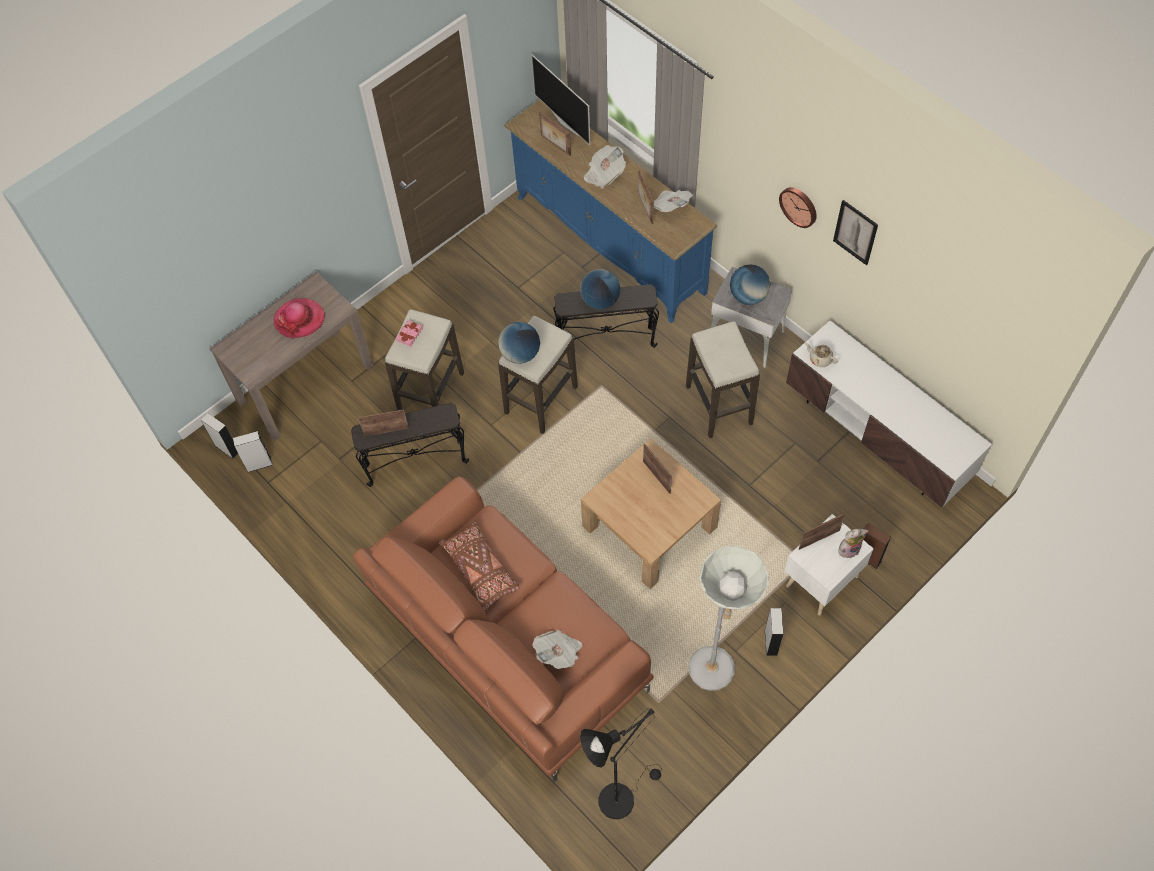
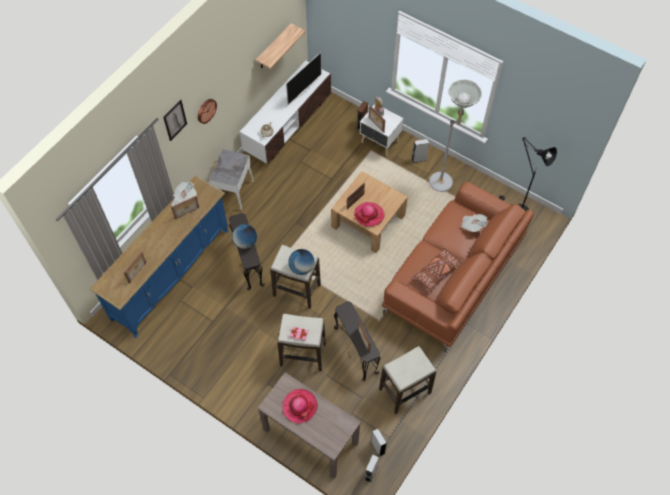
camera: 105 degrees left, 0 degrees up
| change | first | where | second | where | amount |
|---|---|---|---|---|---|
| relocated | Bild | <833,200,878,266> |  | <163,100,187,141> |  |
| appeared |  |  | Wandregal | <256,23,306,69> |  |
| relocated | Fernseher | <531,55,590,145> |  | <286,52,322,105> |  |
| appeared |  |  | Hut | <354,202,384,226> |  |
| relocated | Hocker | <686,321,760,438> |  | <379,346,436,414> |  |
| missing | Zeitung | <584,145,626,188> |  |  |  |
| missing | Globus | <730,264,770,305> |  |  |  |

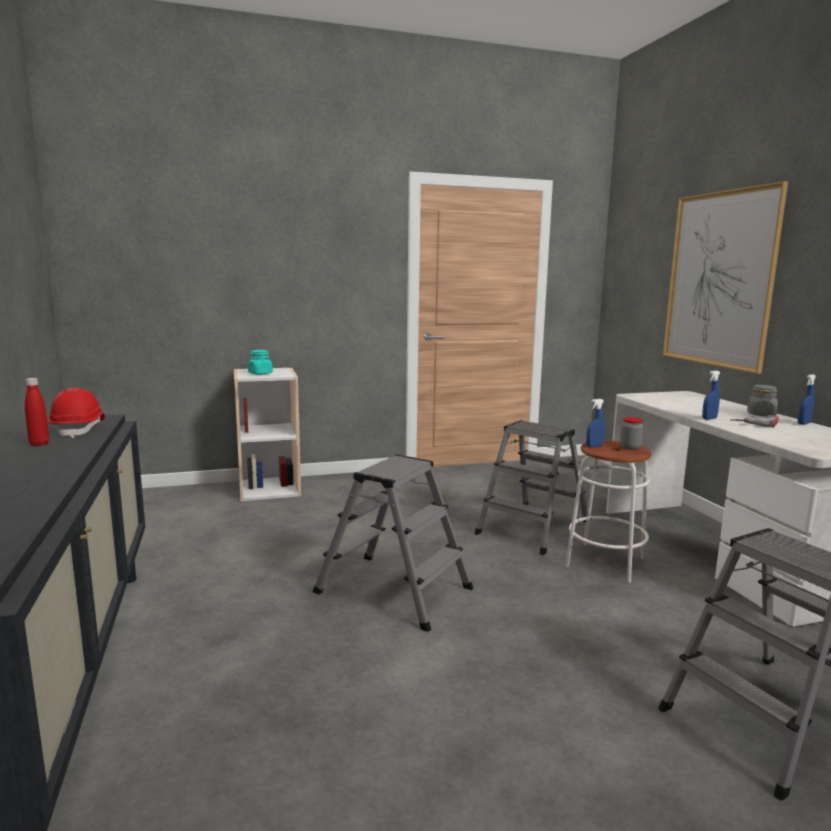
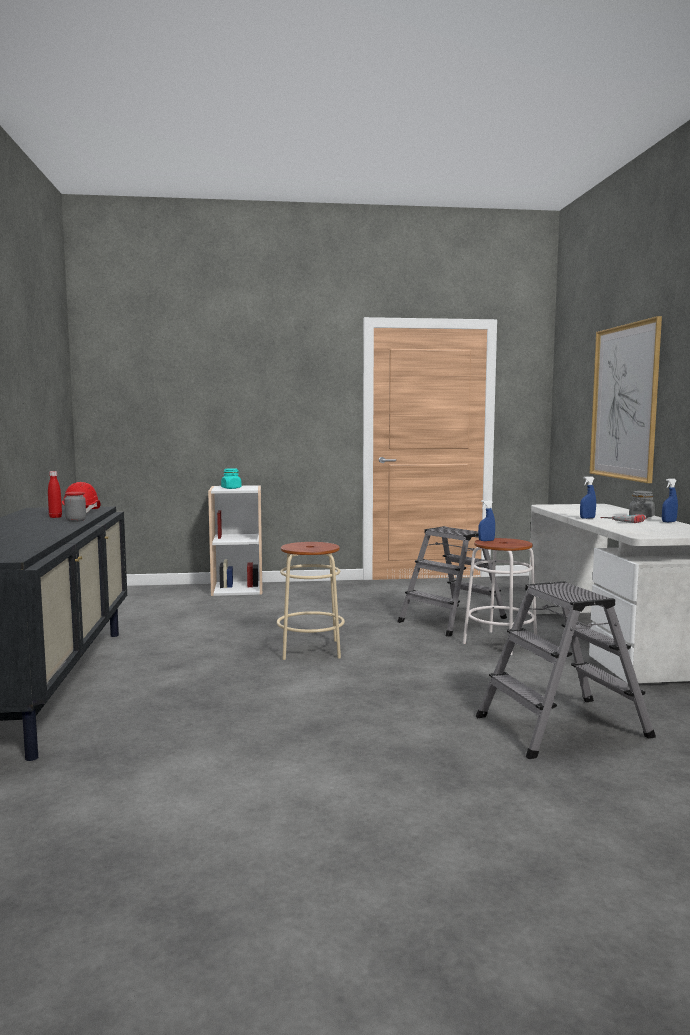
camera: 10 degrees right, 5 degrees down
| change | first | where | second | where | amount |
|---|---|---|---|---|---|
| relocated | Vorratsglas | <620,417,643,450> |  | <64,492,86,522> |  |
| exchanged | Trittleiter (grau) | <313,454,473,632> | Hocker (beige) | <277,542,345,660> |  |

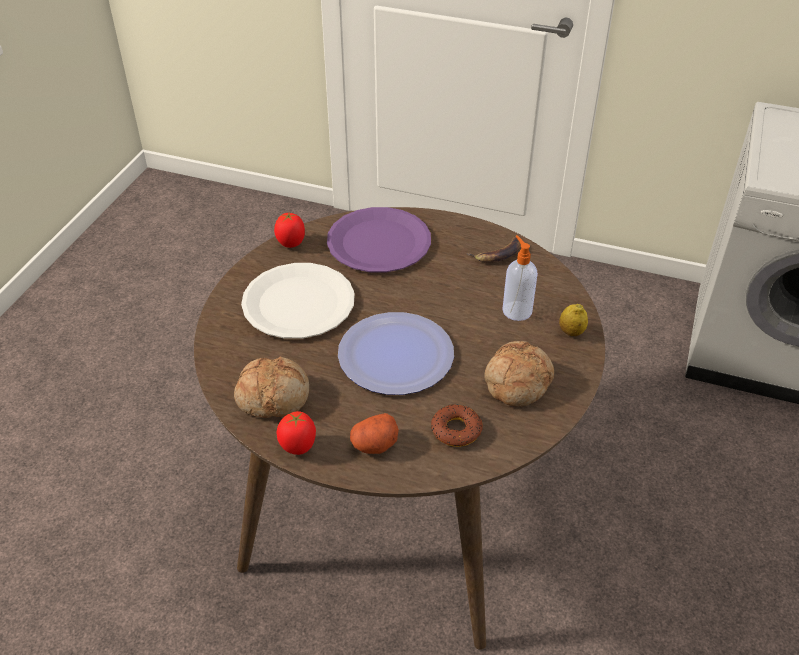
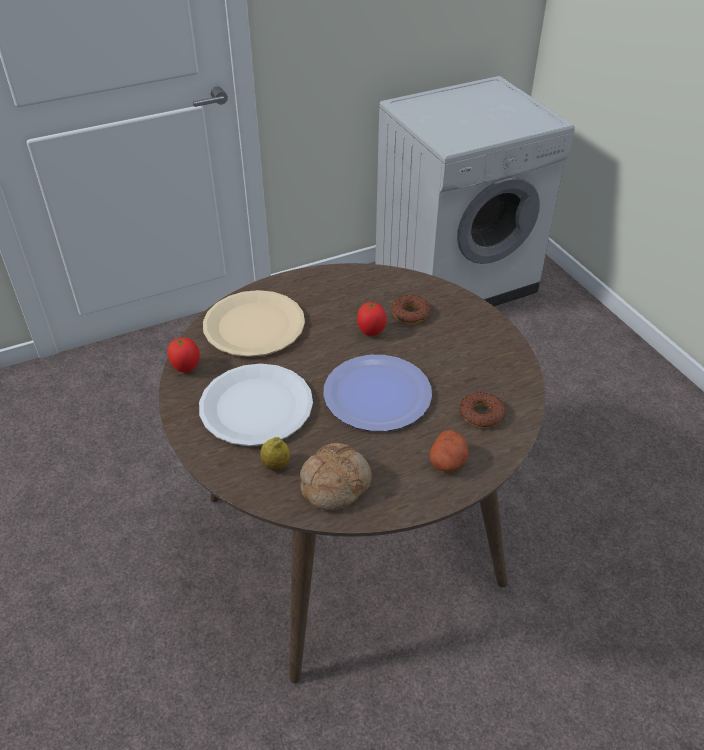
camera: 45 degrees left, 0 degrees up
| change | first | where | second | where | amount |
|---|---|---|---|---|---|
| colour | Teller (lila) | <327,207,431,272> | Teller (beige) | <203,290,305,357> |  |
| relocated | Zitrone | <559,304,588,336> |  | <260,437,290,471> |  |
| relocated | Tomate | <276,411,316,455> |  | <357,301,386,336> |  |
| exchanged | Seifenspender | <502,235,538,321> | Donut | <391,295,431,324> |  |
| missing | Banane | <466,236,521,262> |  |  |  |
| missing | Brot | <485,341,554,406> |  |  |  |

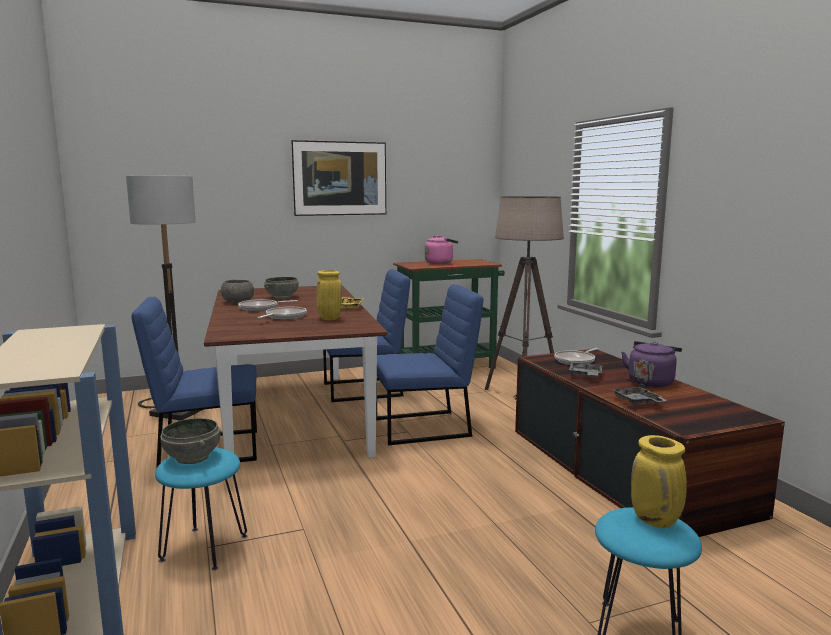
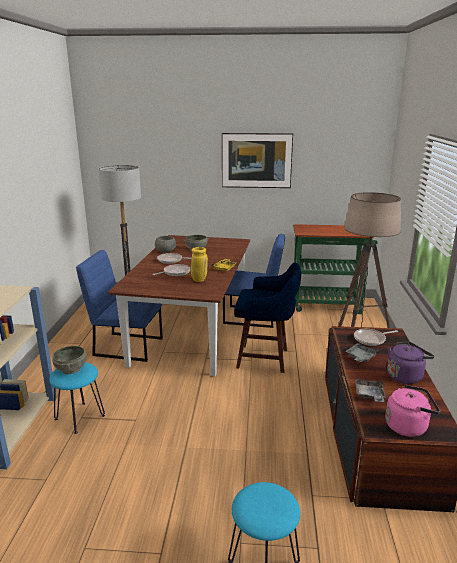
camera: 25 degrees right, 10 degrees up
| change | first | where | second | where | amount |
|---|---|---|---|---|---|
| exchanged | Stuhl (blau) | <376,284,483,445> | Hocker (blau) | <234,263,301,373> |  |
| relocated | Wasserkessel (rosa) | <425,235,458,264> |  | <385,385,440,437> |  |
| missing | Vase (gelb) | <631,435,687,529> |  |  |  |

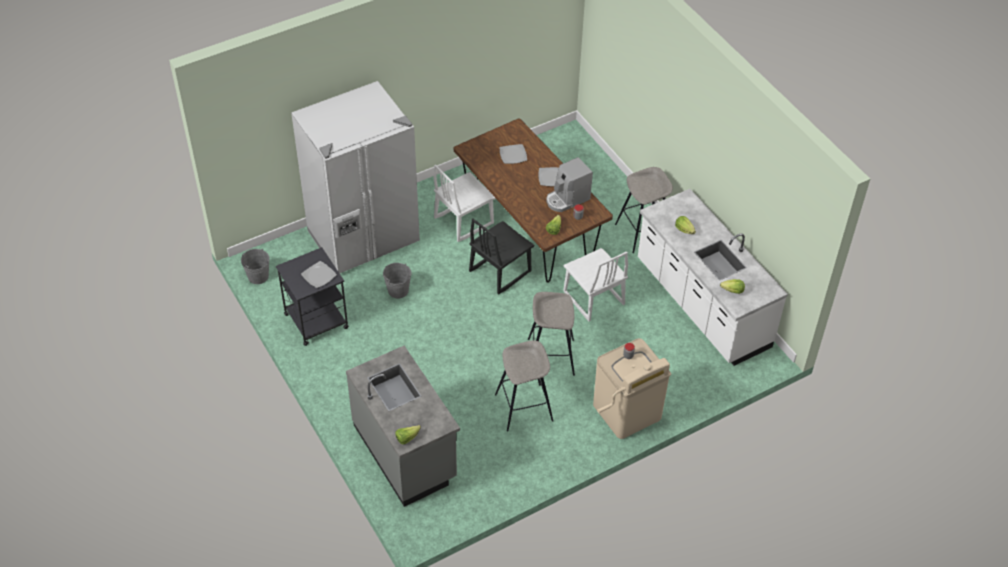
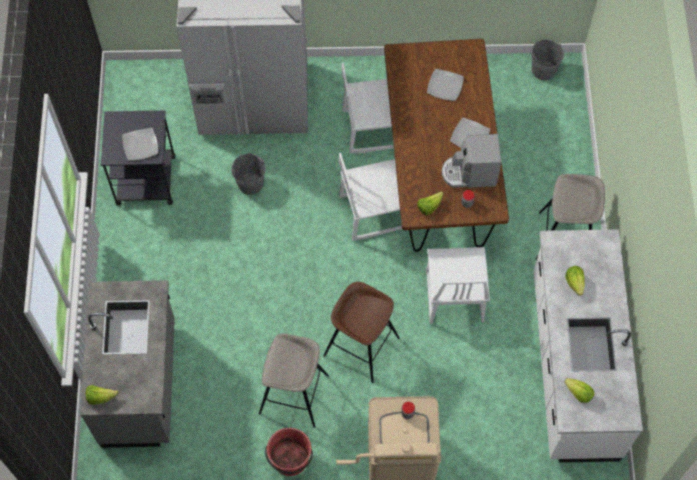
camera: 30 degrees right, 15 degrees up
| change | first | where | second | where | amount |
|---|---|---|---|---|---|
| appeared |  |  | Eimer (rot) | <265,428,313,476> |  |
| colour | Hocker (grau) | <528,292,575,376> | Hocker (braun) | <324,282,400,383> |  |
| colour | Stuhl (schwarz) | <469,218,534,294> | Stuhl (weiß) | <339,153,402,241> |  |
| relocated | Eimer (grau) | <241,249,270,284> |  | <531,39,564,80> |  |

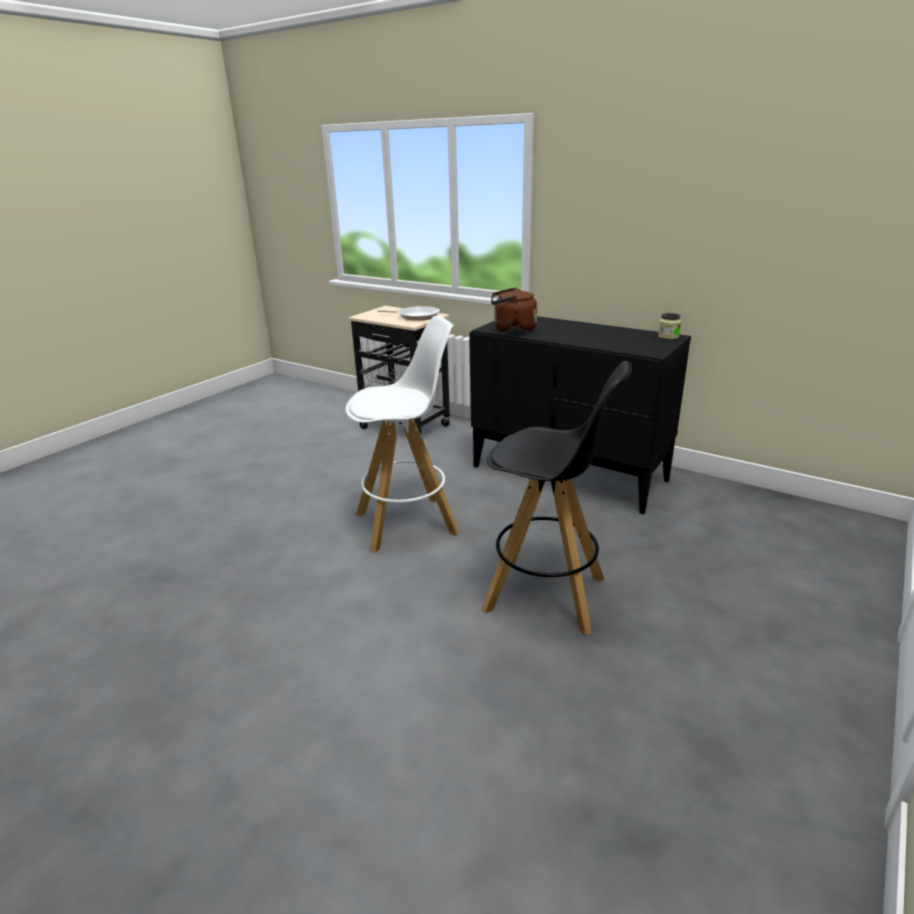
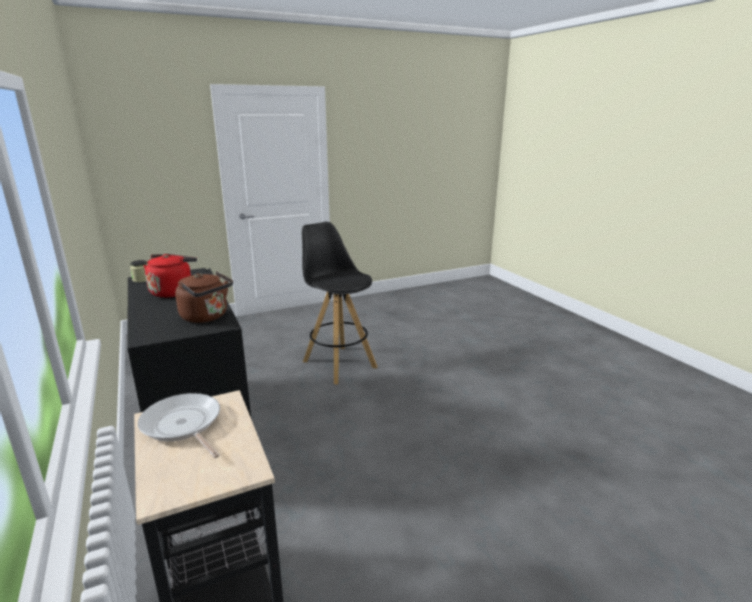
camera: 150 degrees left, 5 degrees down
| change | first | where | second | where | amount |
|---|---|---|---|---|---|
| appeared |  |  | Wasserkessel (rot) | <143,254,197,298> |  |
| missing | Hocker (weiß) | <346,316,460,553> |  |  |  |

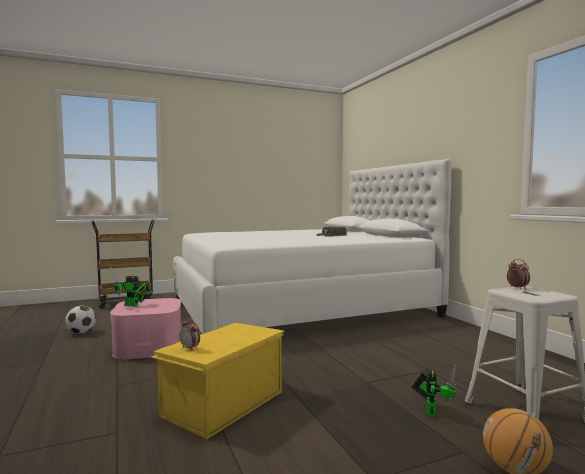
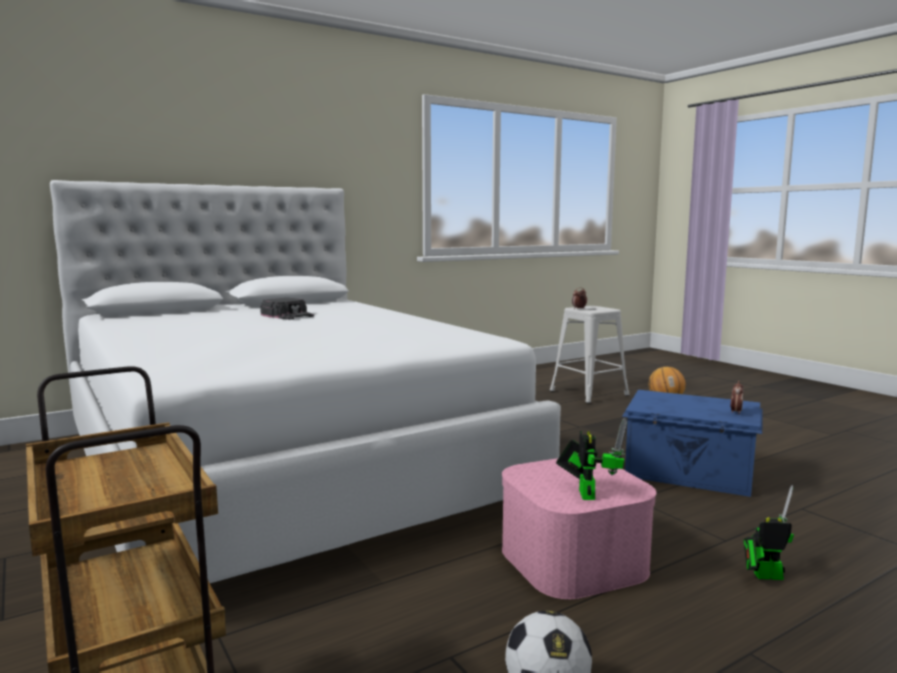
camera: 100 degrees left, 5 degrees up
| change | first | where | second | where | amount |
|---|---|---|---|---|---|
| colour | Aufbewahrungsbox (gelb) | <151,323,284,439> | Aufbewahrungsbox (blau) | <622,390,763,497> |  |
| relocated | Spielzeugroboter | <411,363,457,417> |  | <743,485,794,580> |  |

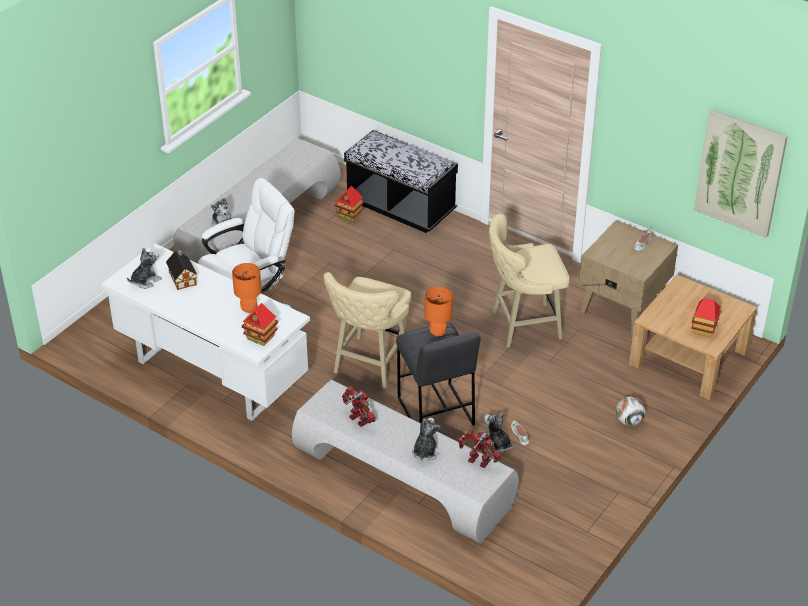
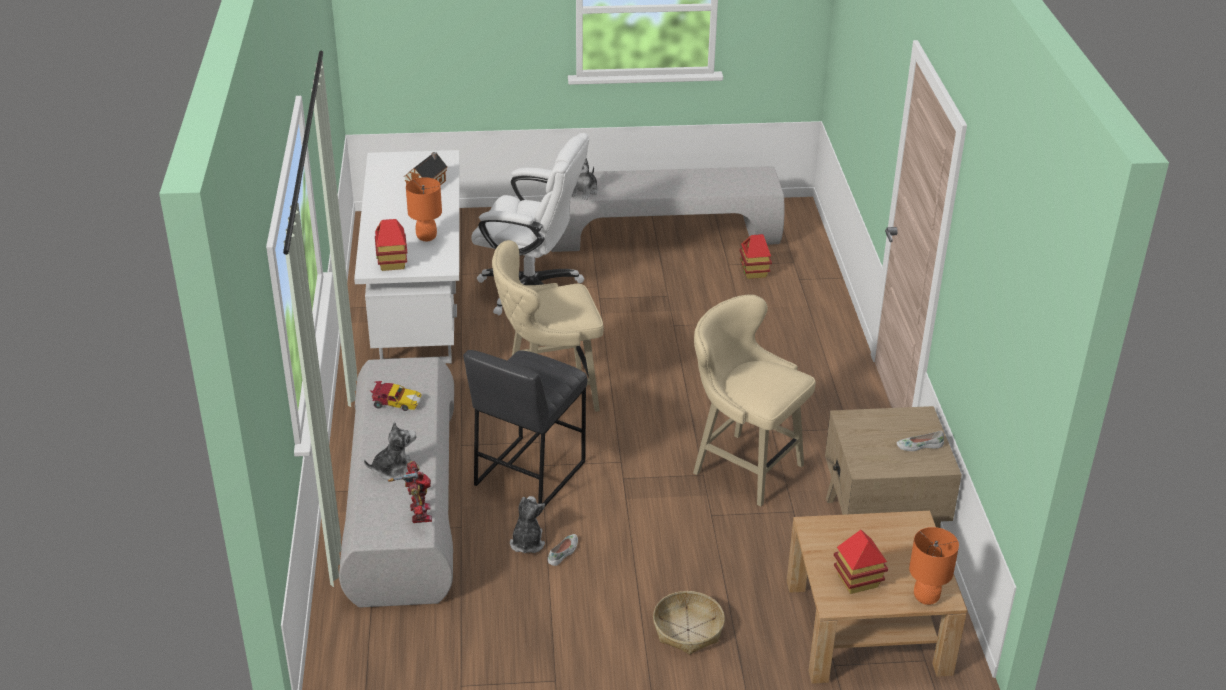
camera: 50 degrees right, 5 degrees down
| change | first | where | second | where | amount |
|---|---|---|---|---|---|
| exchanged | Spielzeugroboter | <342,386,376,427> | Spielzeugauto | <369,381,422,411> |  |
| exchanged | Fußball | <616,397,646,426> | Korb | <653,591,725,655> |  |
| relocated | Tischlampe (orange) | <425,287,453,337> |  | <909,527,959,605> |  |
| missing | Plüschtier | <127,247,162,289> |  |  |  |
| missing | Bank (schwarz) | <344,130,458,233> |  |  |  |
| missing | Bild | <694,109,788,238> |  |  |  |

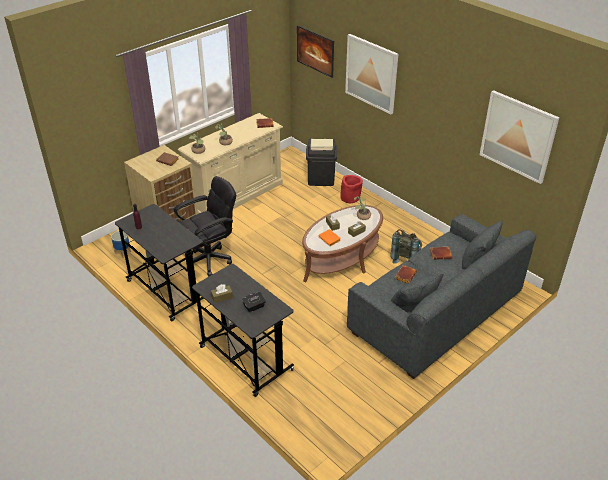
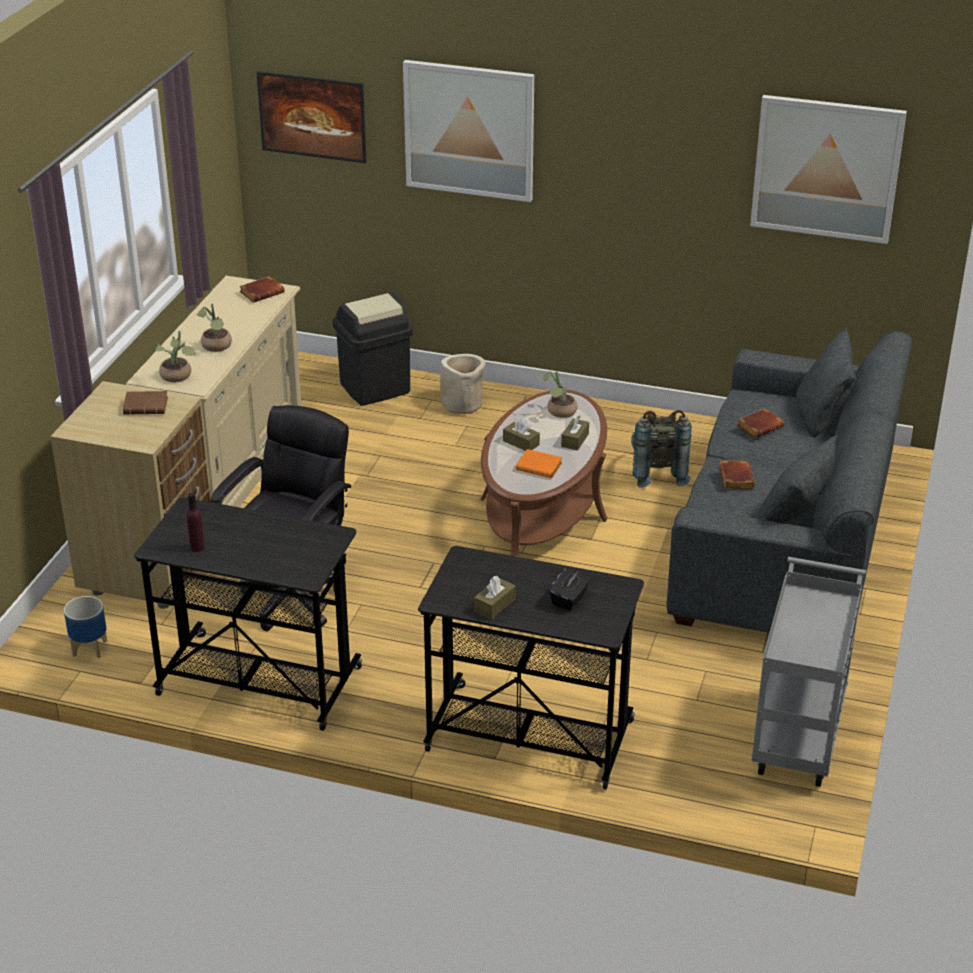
camera: 30 degrees left, 5 degrees down
| change | first | where | second | where | amount |
|---|---|---|---|---|---|
| colour | Pflanzkübel (rot) | <340,175,363,203> | Pflanzkübel (beige) | <440,354,485,414> |  |
| appeared |  |  | Rollwagen (grau) | <752,557,867,787> |  |

